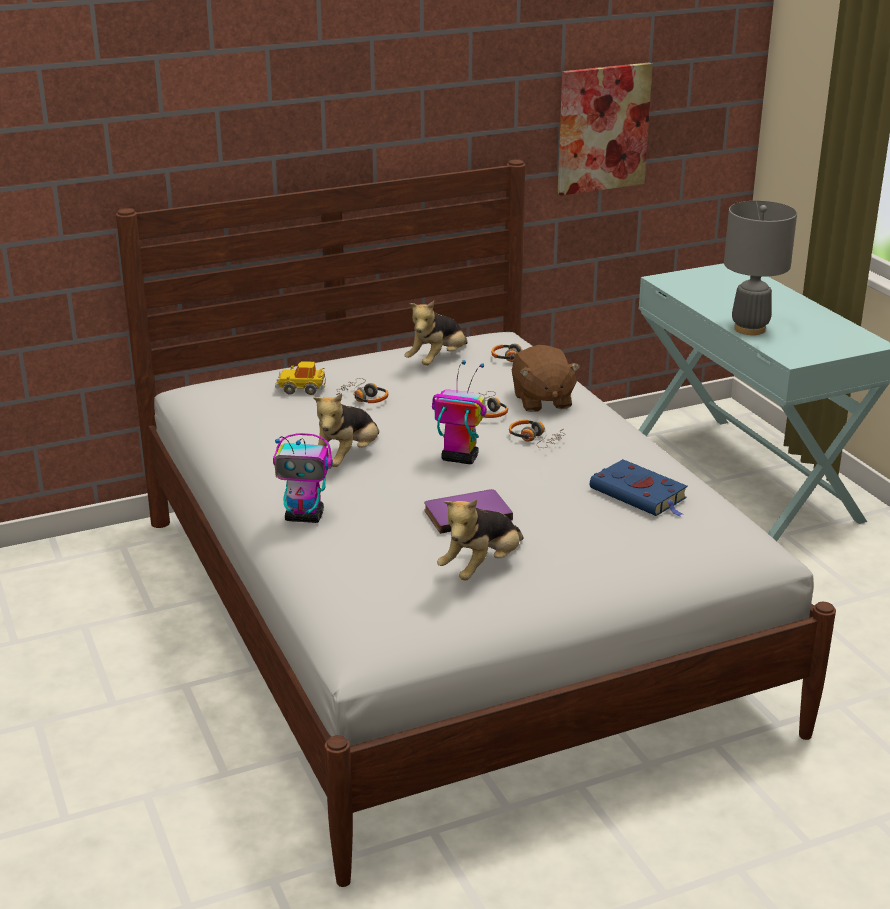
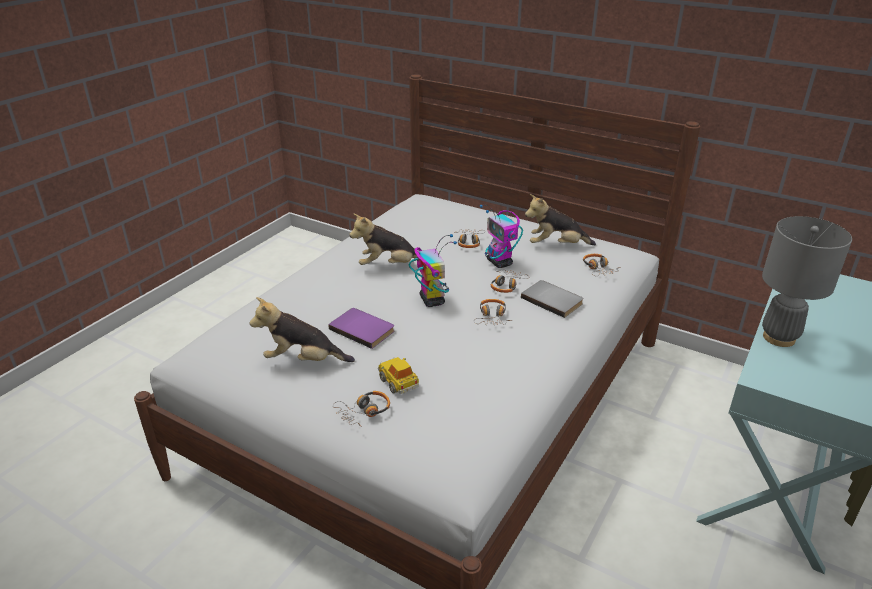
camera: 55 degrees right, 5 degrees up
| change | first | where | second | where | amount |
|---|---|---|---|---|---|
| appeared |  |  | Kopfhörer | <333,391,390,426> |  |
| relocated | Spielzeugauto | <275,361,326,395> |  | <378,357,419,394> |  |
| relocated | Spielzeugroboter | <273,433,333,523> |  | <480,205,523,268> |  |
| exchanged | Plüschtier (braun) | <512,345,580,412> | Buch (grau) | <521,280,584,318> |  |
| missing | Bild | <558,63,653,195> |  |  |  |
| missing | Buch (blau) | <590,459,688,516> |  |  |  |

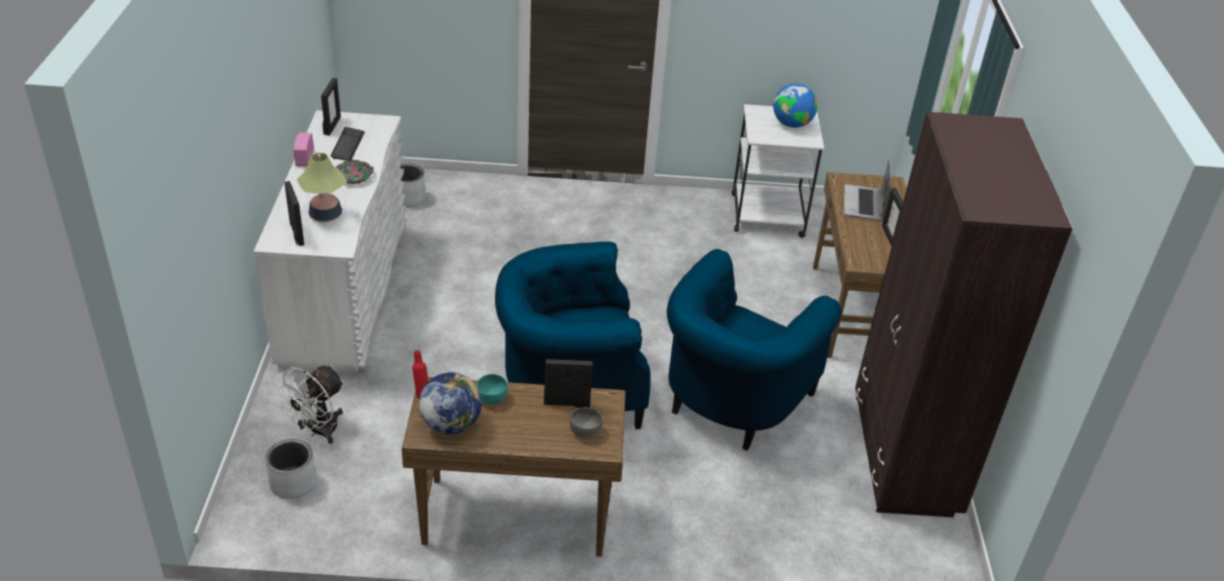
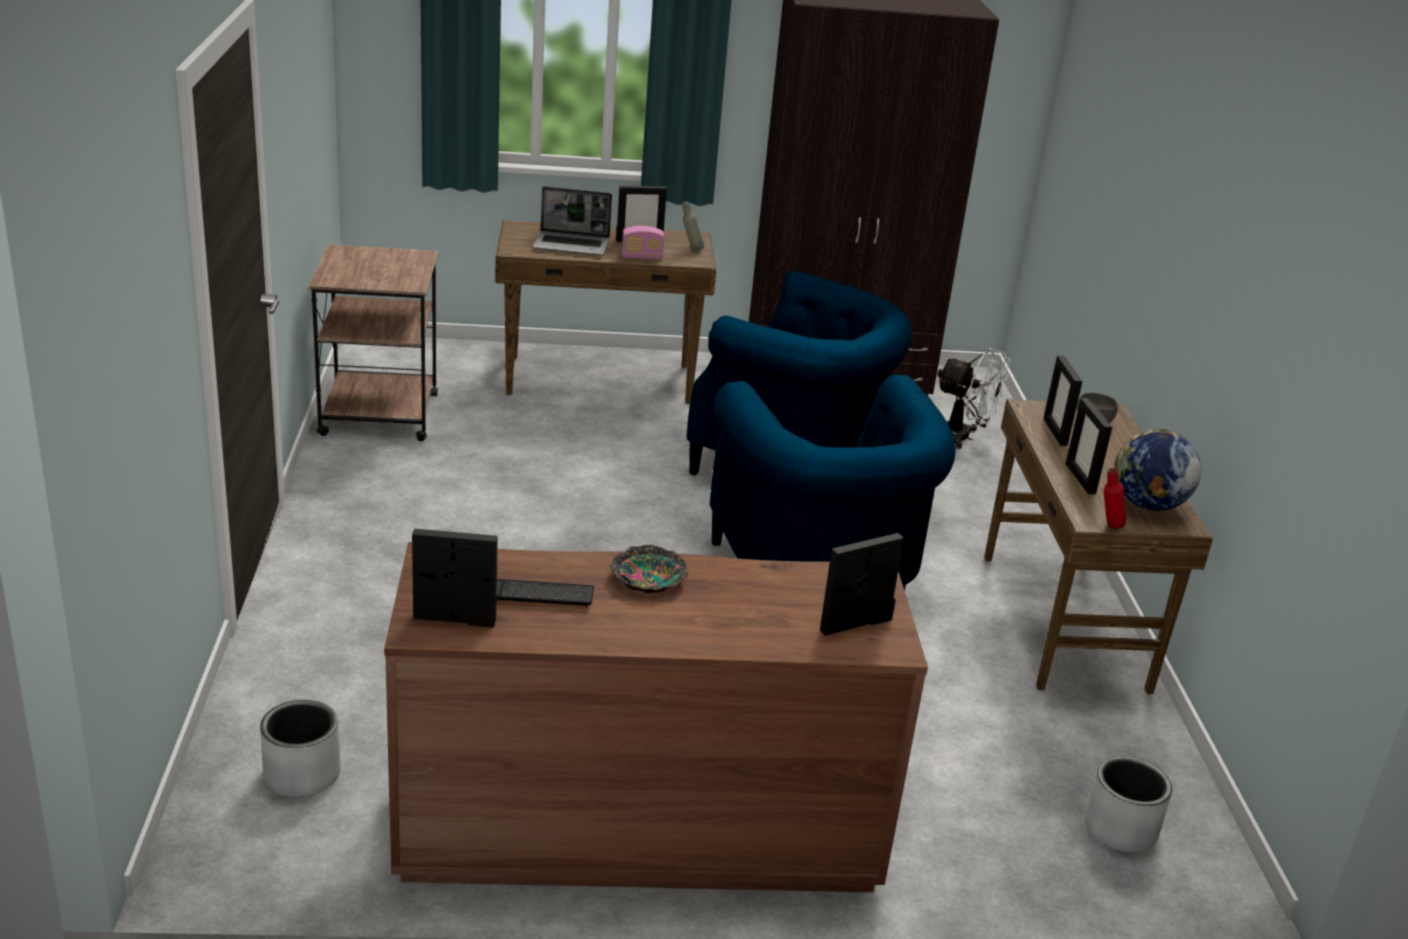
camera: 95 degrees left, 10 degrees down
| change | first | where | second | where | amount |
|---|---|---|---|---|---|
| colour | Rollwagen (weiß) | <731,104,824,238> | Rollwagen (braun) | <308,244,438,441> |  |
| colour | Kommode (weiß) | <254,110,407,373> | Kommode (braun) | <384,542,928,892> |  |
| relocated | Radio | <293,133,314,167> |  | <622,226,664,260> |  |
| appeared |  |  | Flasche (grau) | <682,201,704,251> |  |
| relocated | Ventilator (weiß) | <273,365,344,444> |  | <937,348,1010,449> |  |
| exchanged | Schüssel (türkis) | <476,374,508,405> | Bilderrahmen | <1066,398,1112,494> |  |
| missing | Tischlampe | <297,153,347,222> |  |  |  |
| missing | Globus | <773,83,818,128> |  |  |  |

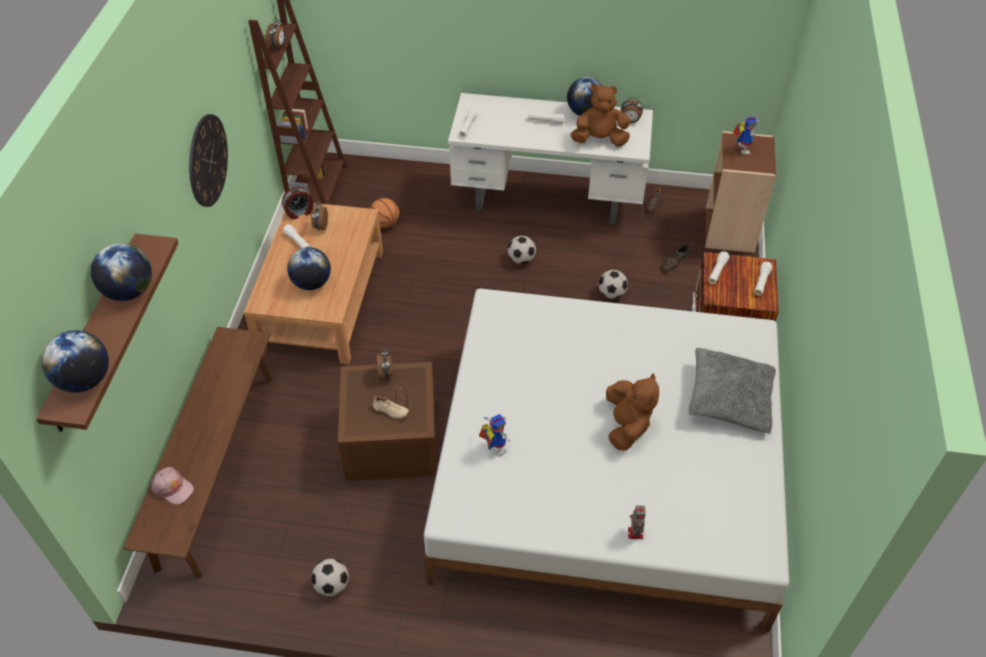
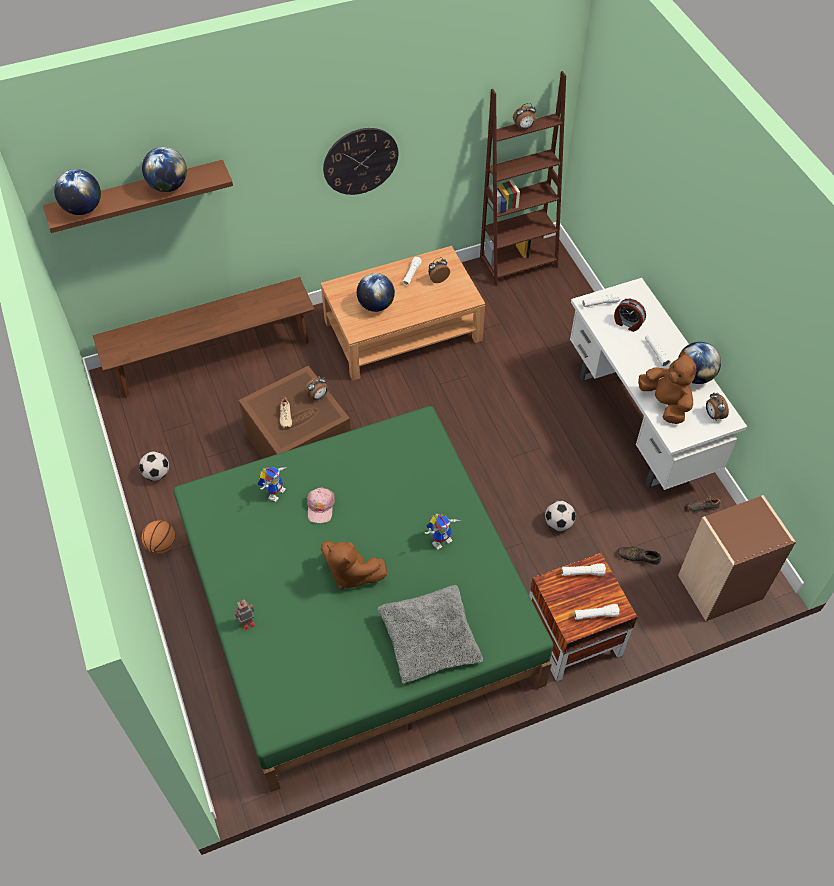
camera: 60 degrees right, 5 degrees up
| change | first | where | second | where | amount |
|---|---|---|---|---|---|
| relocated | Basketball | <370,198,399,228> |  | <142,520,176,554> |  |
| colour | Bett (weiß) | <424,288,789,632> | Bett (grün) | <173,406,553,792> |  |
| relocated | Kappe (rosa) | <151,467,194,505> |  | <307,488,335,523> |  |
| spun | Plüschtier (braun) | <606,373,659,451> |  | <321,541,388,590> | 60 degrees clockwise |
| relocated | Spielzeugroboter | <733,116,758,155> |  | <425,513,462,550> |  |
| relocated | Wecker | <282,187,314,220> |  | <614,299,646,332> |  |
| missing | Fußball | <508,236,536,264> |  |  |  |

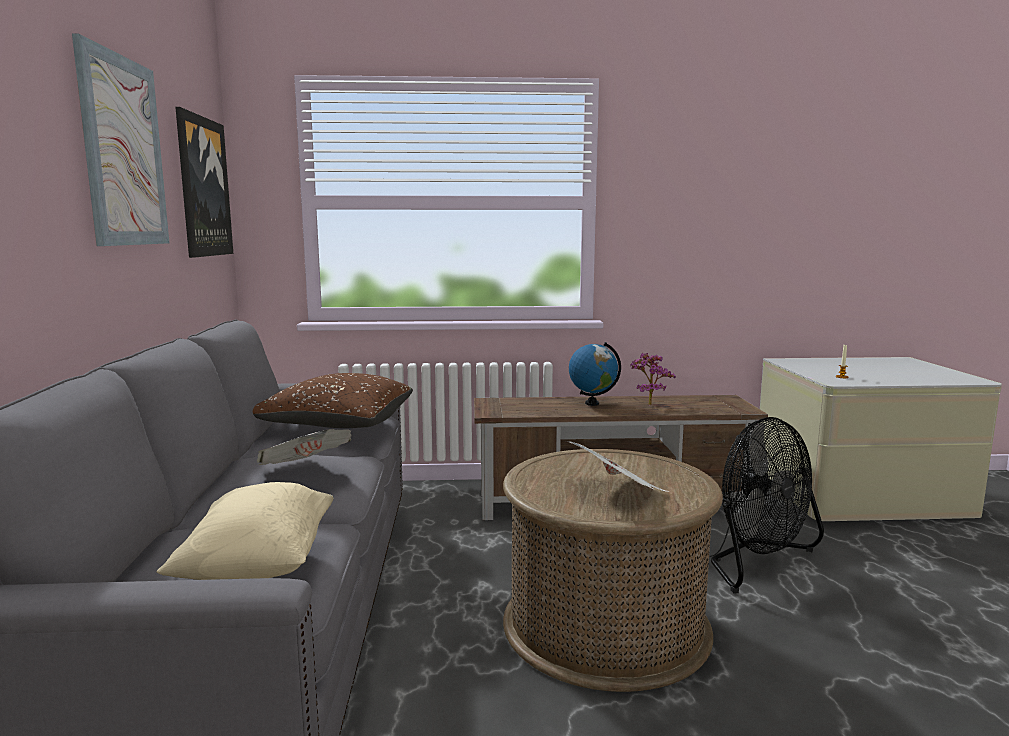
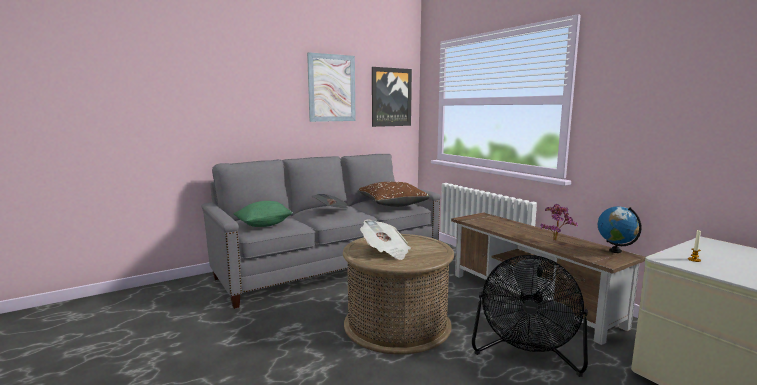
camera: 60 degrees right, 0 degrees up
| change | first | where | second | where | amount |
|---|---|---|---|---|---|
| colour | Kissen (beige) | <156,482,334,580> | Kissen (grün) | <233,201,293,227> |  |
| relocated | Globus | <569,342,621,406> |  | <598,206,642,253> |  |

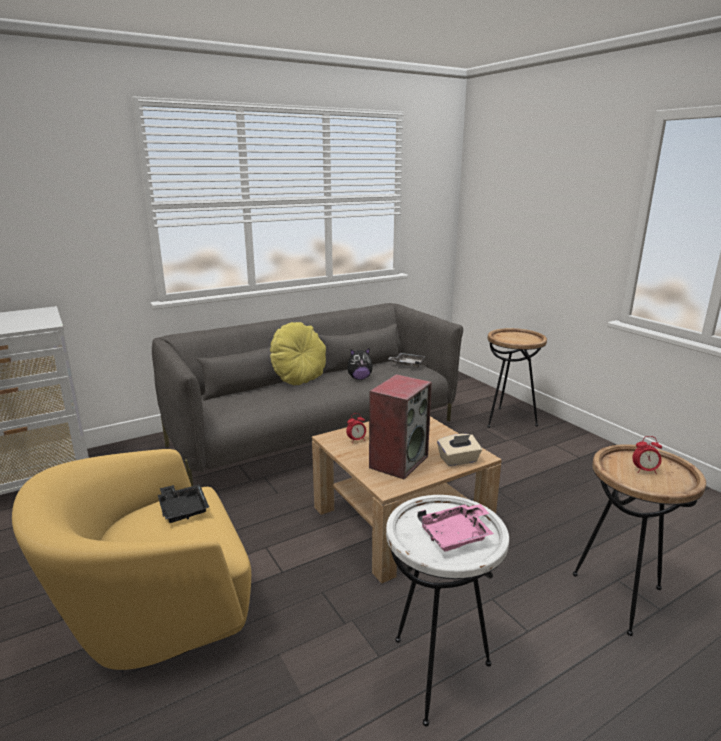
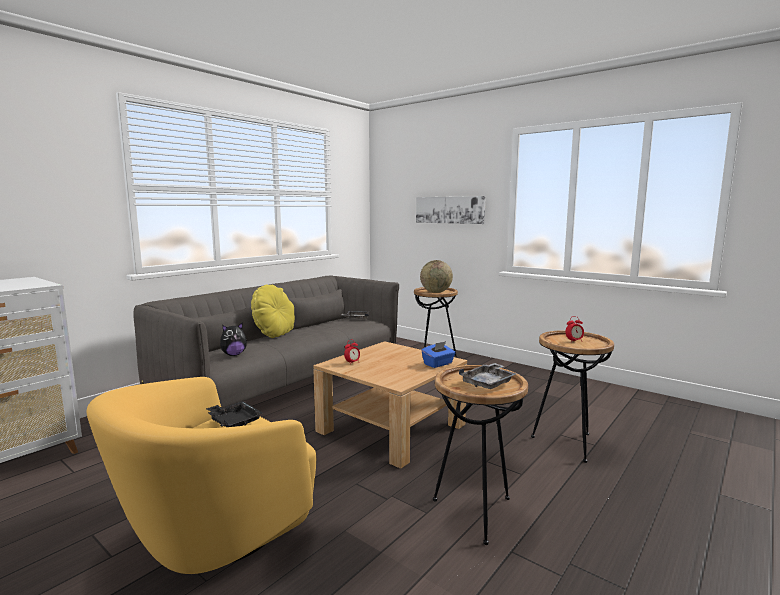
camera: 20 degrees left, 10 degrees down
| change | first | where | second | where | amount |
|---|---|---|---|---|---|
| relocated | Plüschtier | <347,348,373,380> |  | <220,323,247,356> |  |
| appeared |  |  | Bild | <416,196,486,224> |  |
| appeared |  |  | Globus | <420,260,453,293> |  |
| colour | Taschentuchbox (beige) | <437,434,482,466> | Taschentuchbox (blau) | <421,341,455,368> |  |
| colour | Beistelltisch (weiß) | <386,495,509,726> | Beistelltisch (braun) | <433,365,528,545> |  |
| colour | Tablett (rosa) | <417,504,494,552> | Tablett (grau) | <459,363,517,389> |  |
| missing | Lautsprecher | <369,374,432,480> |  |  |  |

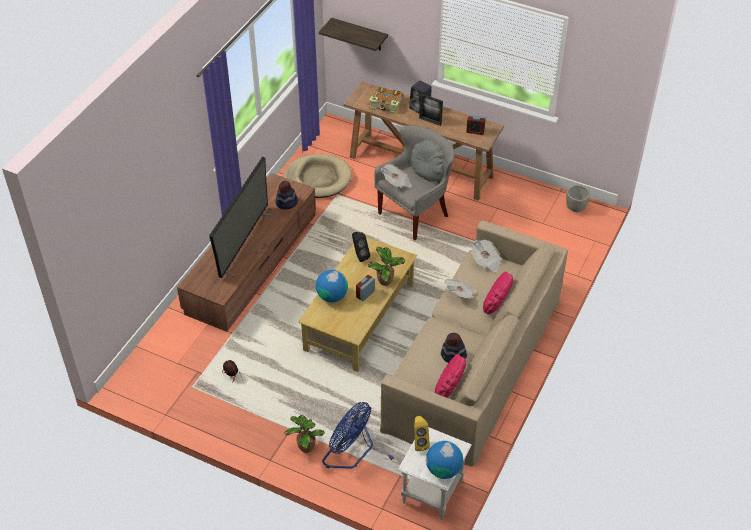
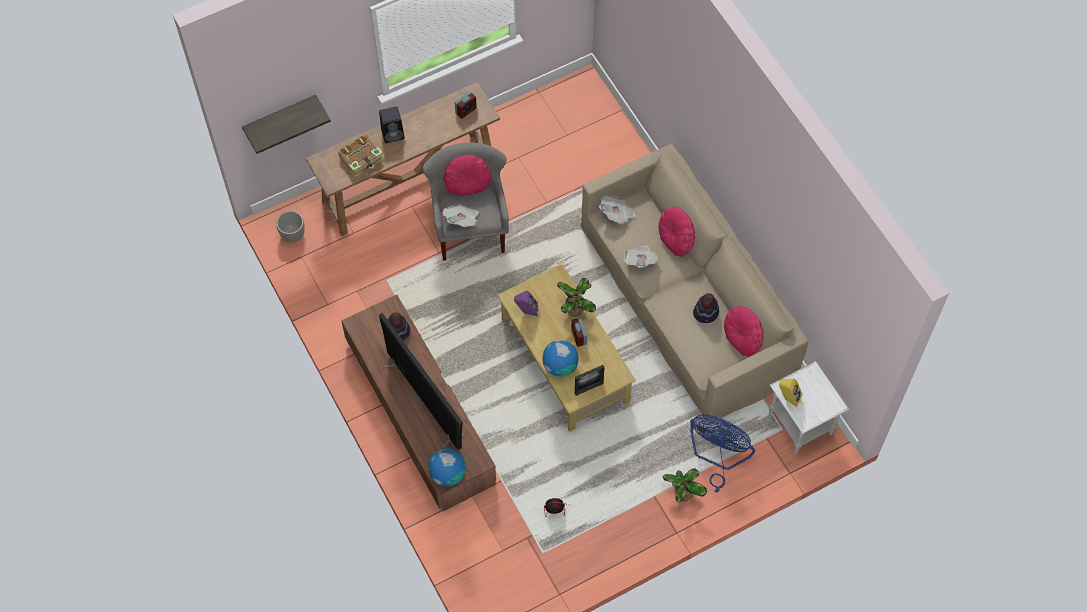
camera: 55 degrees left, 15 degrees up
| change | first | where | second | where | amount |
|---|---|---|---|---|---|
| relocated | Pflanzkübel (grau) | <566,185,590,212> |  | <276,211,305,243> |  |
| relocated | Globus | <426,441,463,479> |  | <428,449,466,486> |  |
| colour | Kissen (grau) | <411,140,444,182> | Kissen (rosa) | <443,155,492,197> |  |
| colour | Lautsprecher (schwarz) | <352,232,370,262> | Lautsprecher (lila) | <514,291,539,316> |  |
| relocated | Bilderrahmen | <419,93,443,126> |  | <575,365,605,396> |  |
| spun | Ventilator (blau) | <322,402,394,469> |  | <690,414,755,493> | 135 degrees clockwise |
| missing | Hundebett (beige) | <283,154,352,198> |  |  |  |

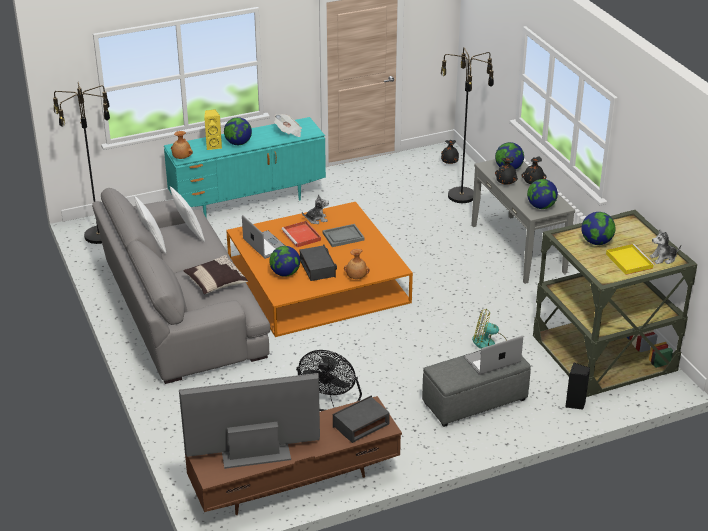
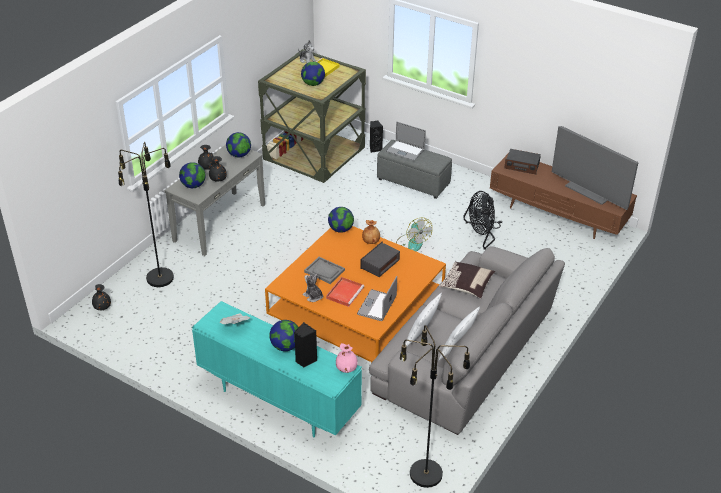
camera: 125 degrees left, 5 degrees up
| change | first | where | second | where | amount |
|---|---|---|---|---|---|
| colour | Lautsprecher (gelb) | <204,109,222,150> | Lautsprecher (schwarz) | <294,322,317,368> |  |
| relocated | Globus | <270,246,300,277> |  | <328,207,354,233> |  |
| colour | Vase (braun) | <171,131,193,159> | Vase (rosa) | <336,343,358,373> |  |
| relocated | Ventilator | <472,309,507,349> |  | <396,218,432,252> |  |

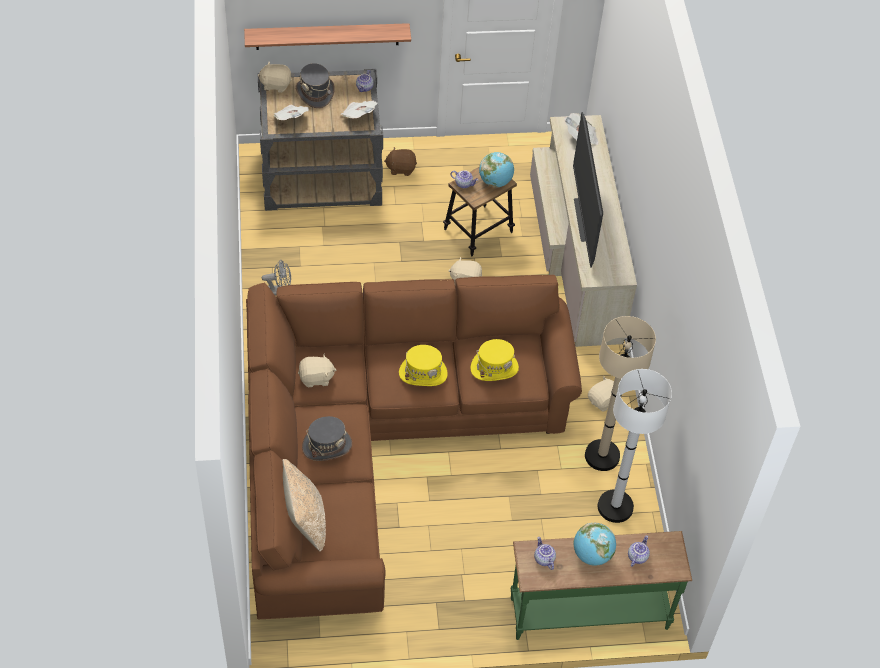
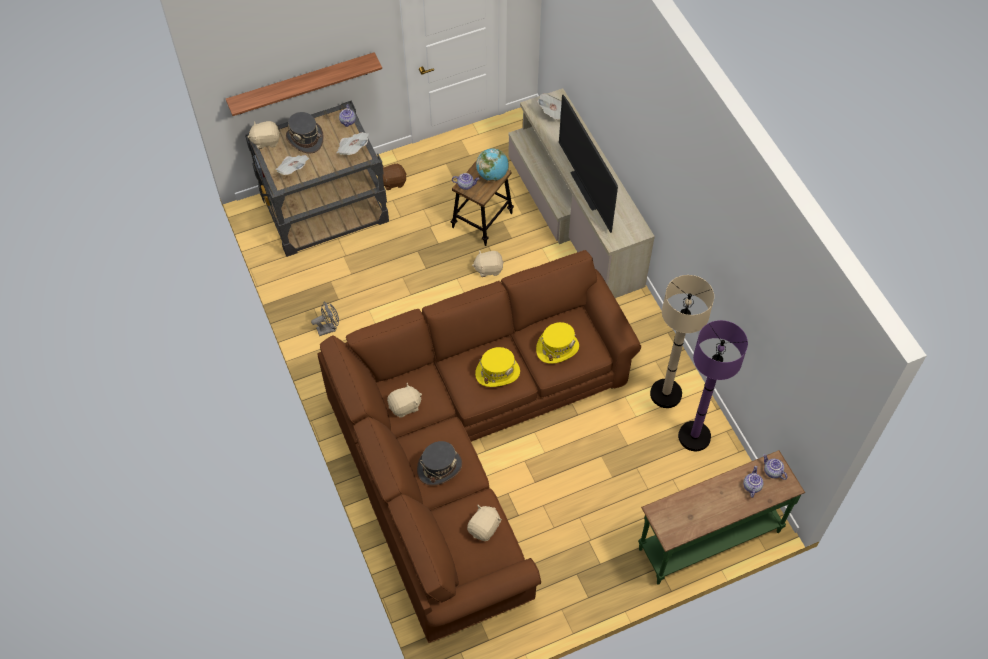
camera: 15 degrees left, 5 degrees up
| change | first | where | second | where | amount |
|---|---|---|---|---|---|
| relocated | Plüschtier (beige) | <588,376,614,412> |  | <467,505,502,541> |  |
| colour | Stehlampe (weiß) | <598,369,672,523> | Stehlampe (lila) | <678,320,748,451> |  |
| relocated | Teekanne | <534,537,556,570> |  | <763,454,788,480> |  |
| missing | Kissen (beige) | <283,459,326,551> |  |  |  |
| missing | Globus | <573,523,616,566> |  |  |  |

